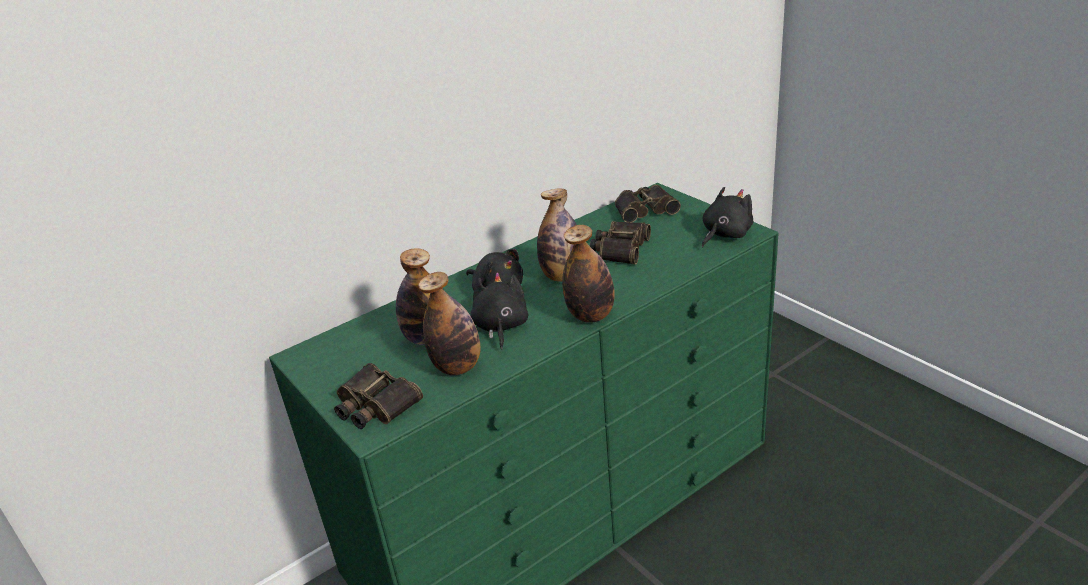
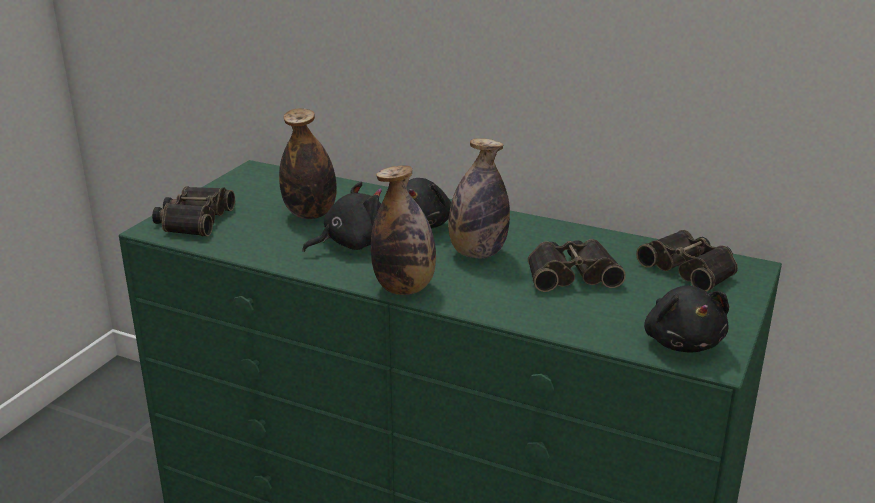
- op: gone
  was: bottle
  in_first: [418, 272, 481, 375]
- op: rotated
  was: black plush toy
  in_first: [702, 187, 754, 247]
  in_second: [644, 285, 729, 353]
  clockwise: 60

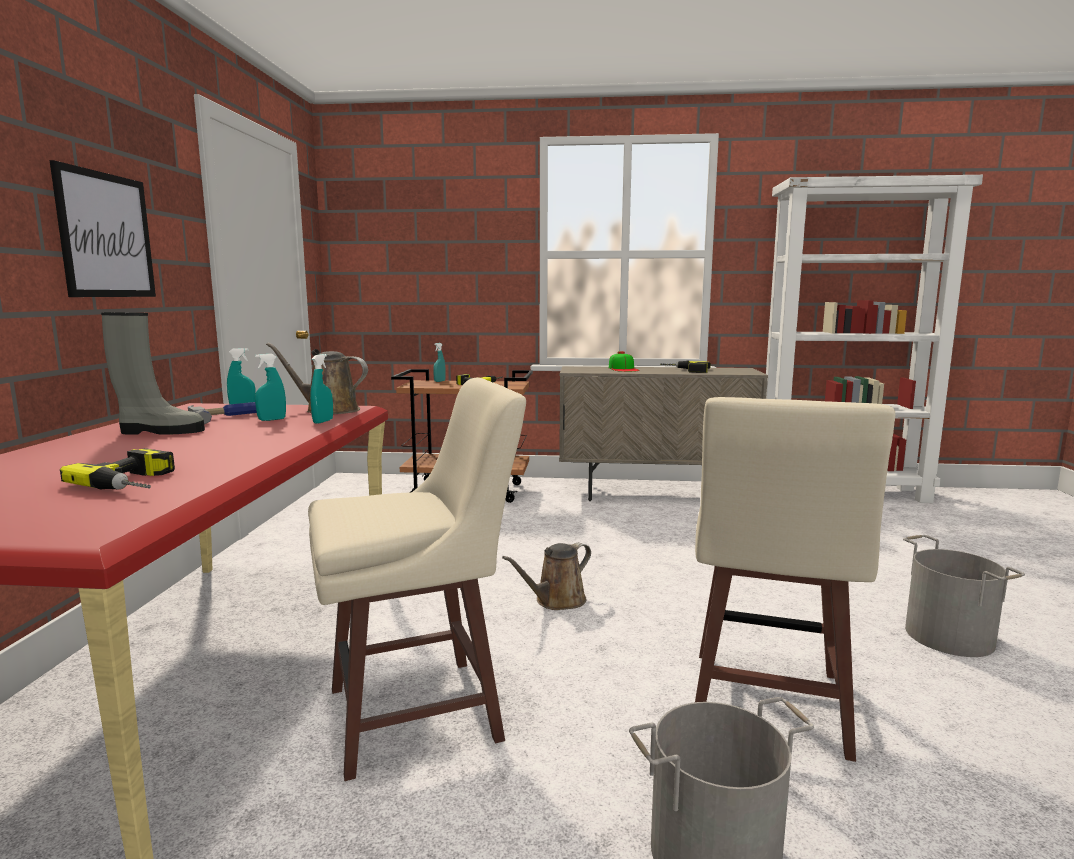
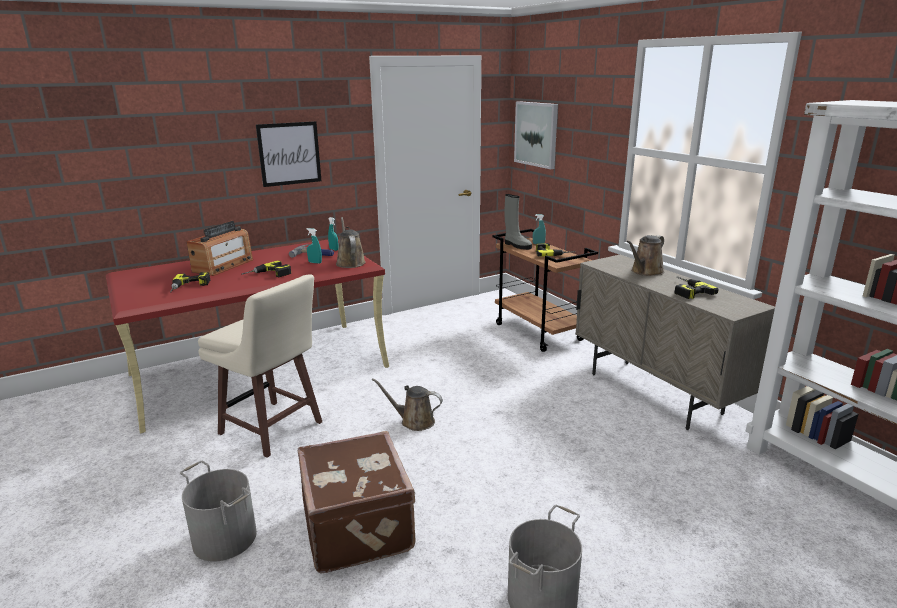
- op: shifted
  was: grey boot
  in_first: [101, 312, 205, 435]
  in_second: [505, 194, 532, 250]
- op: gone
  was: turquoise spray bottle
  in_first: [310, 354, 333, 424]
- op: swapped
  was: cap
  now: brown watering can
  in_first: [609, 351, 640, 372]
  in_second: [627, 235, 664, 276]
- op: swapped
  was: beige stool
  now: brown suitcase
  in_first: [695, 397, 895, 762]
  in_second: [298, 431, 416, 574]
- op: new
  now: radio
  in_second: [186, 221, 253, 276]
- op: new
  now: power drill
  in_second: [241, 261, 291, 277]
- op: new
  now: picture
  in_second: [514, 101, 558, 169]

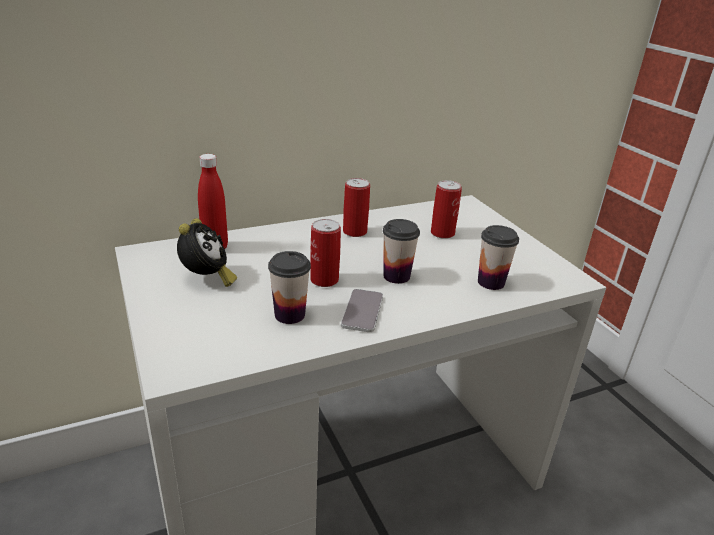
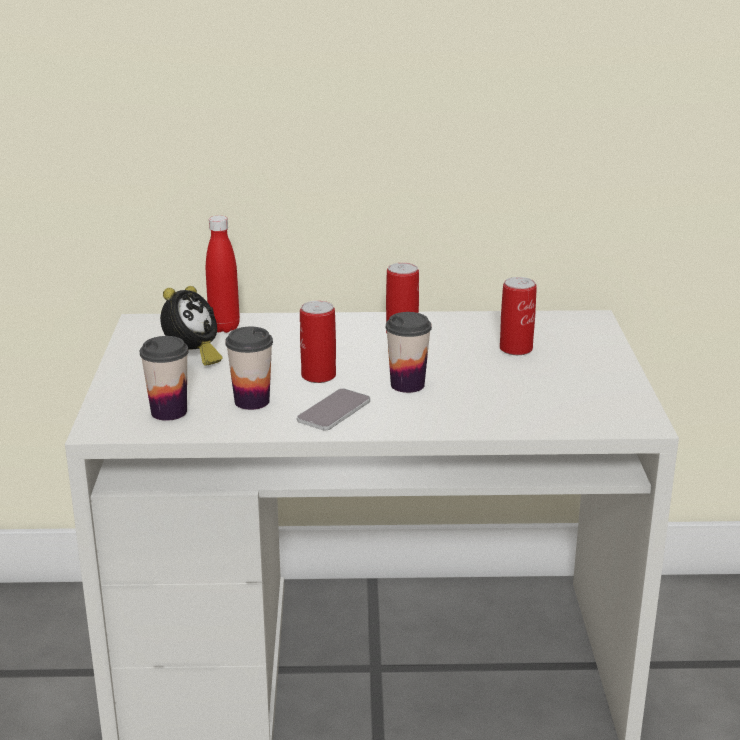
- op: shifted
  was: cup
  in_first: [478, 225, 519, 290]
  in_second: [140, 336, 189, 421]

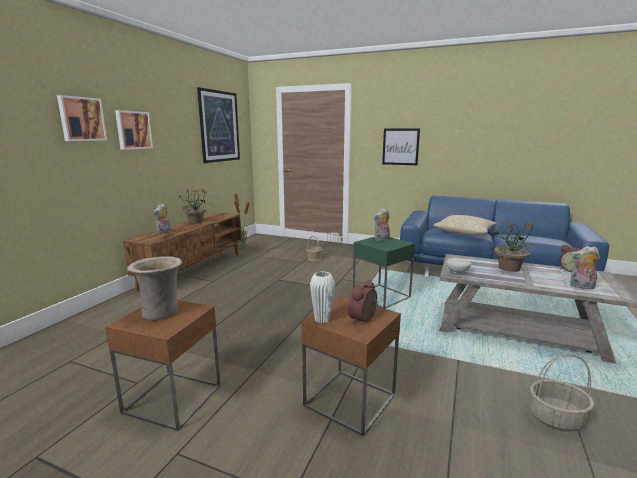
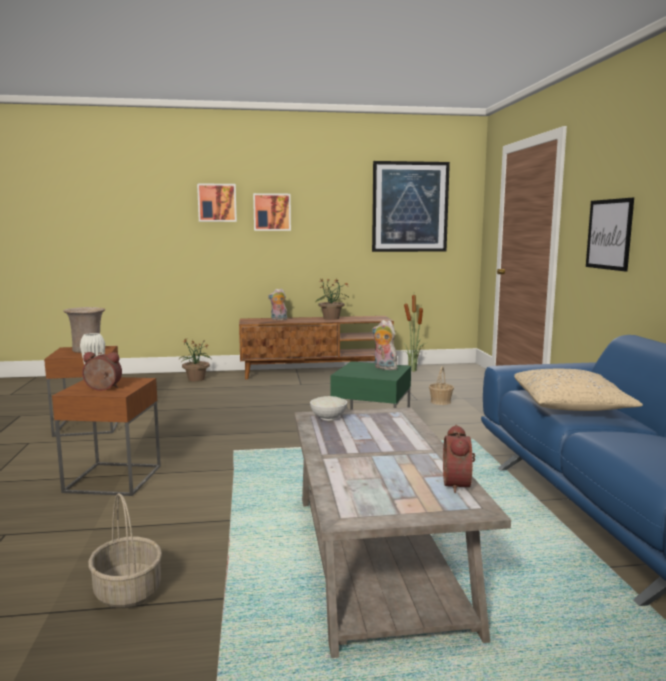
- op: shifted
  was: potted plant
  in_first: [491, 222, 539, 272]
  in_second: [179, 339, 212, 381]
- op: gone
  was: plush toy
  in_first: [570, 246, 600, 289]

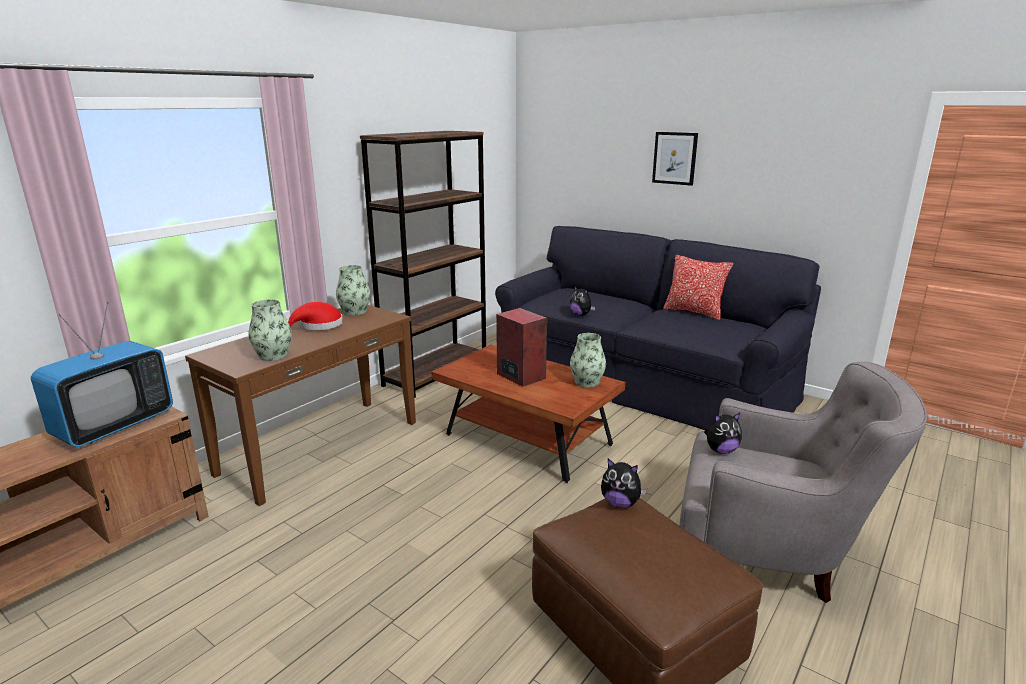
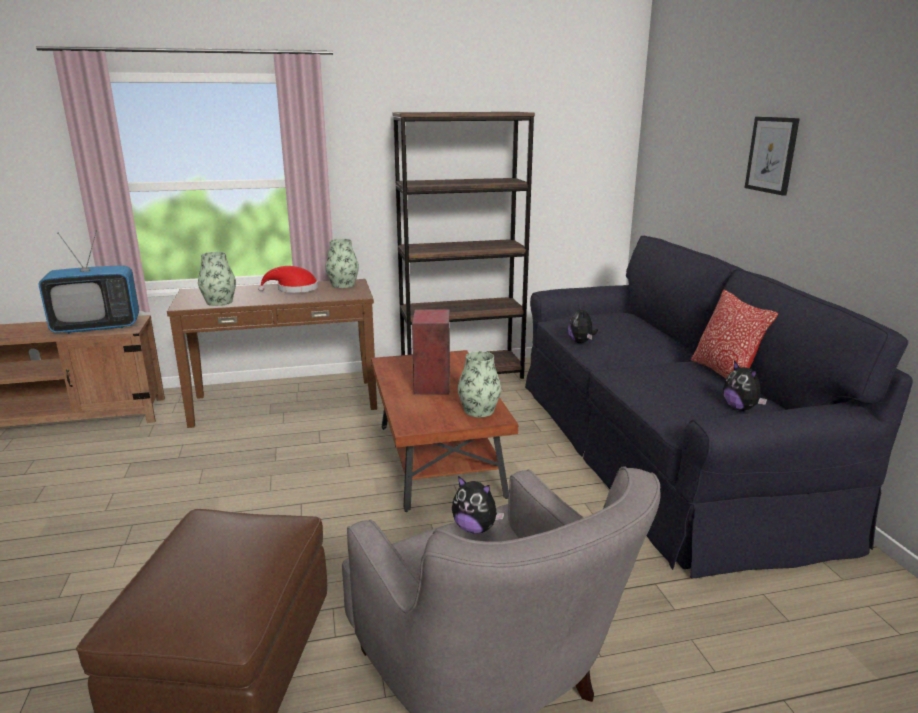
- op: shifted
  was: plush toy
  in_first: [601, 459, 647, 508]
  in_second: [723, 361, 767, 411]

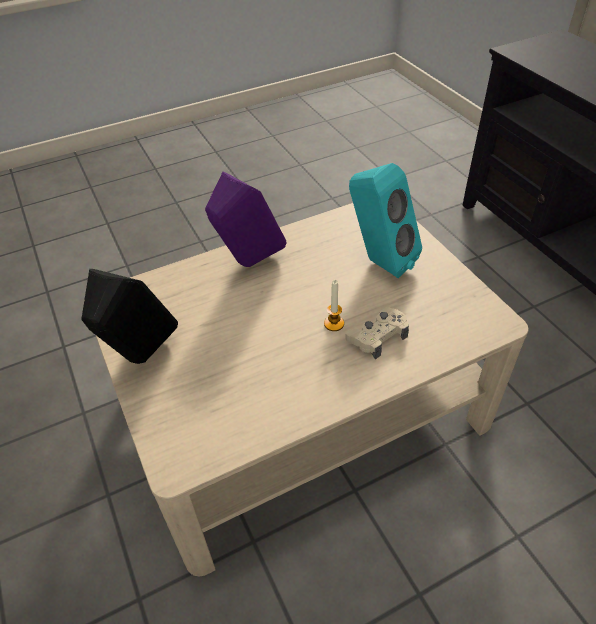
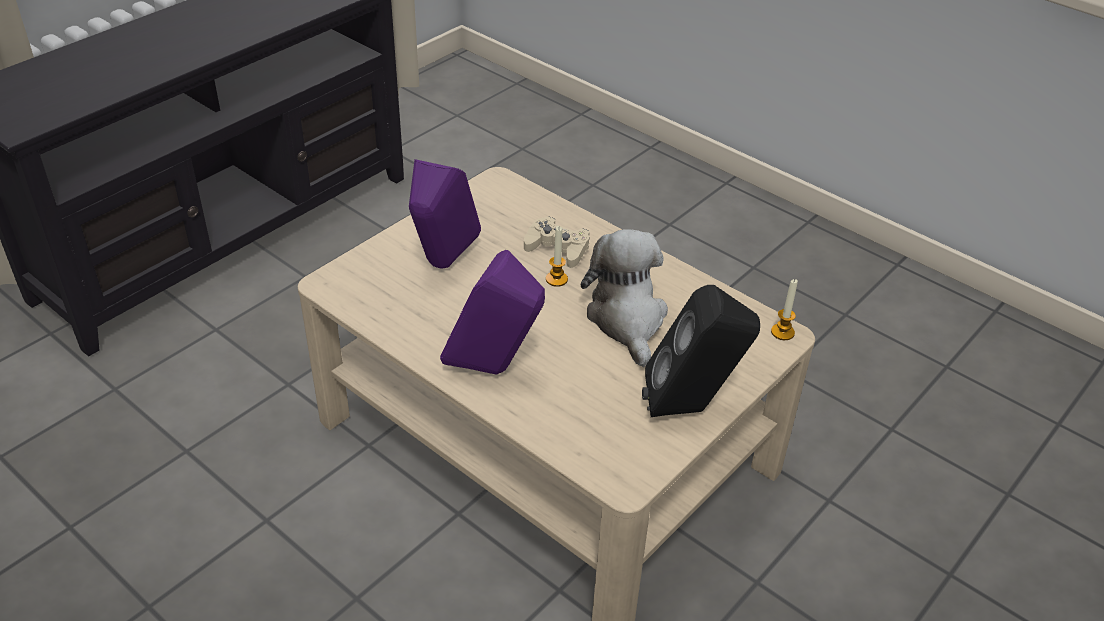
- op: repainted
  was: turquoise speaker
  now: purple speaker
  in_first: [349, 163, 422, 278]
  in_second: [409, 159, 481, 269]
- op: new
  now: plush toy
  in_second: [581, 229, 668, 367]
- op: new
  now: candle
  in_second: [771, 279, 798, 340]

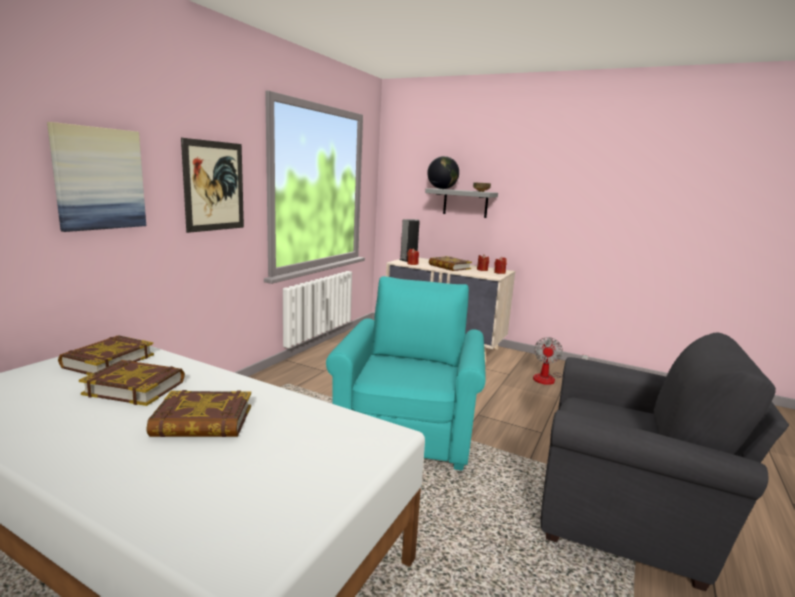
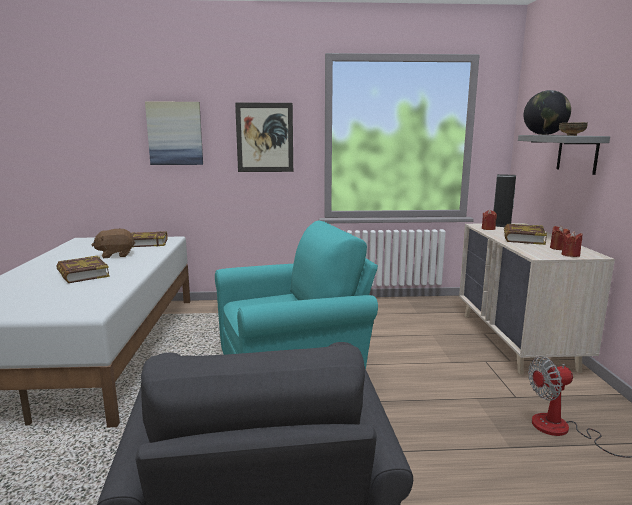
- op: swapped
  was: book
  now: brown plush toy
  in_first: [79, 360, 185, 406]
  in_second: [92, 229, 135, 258]

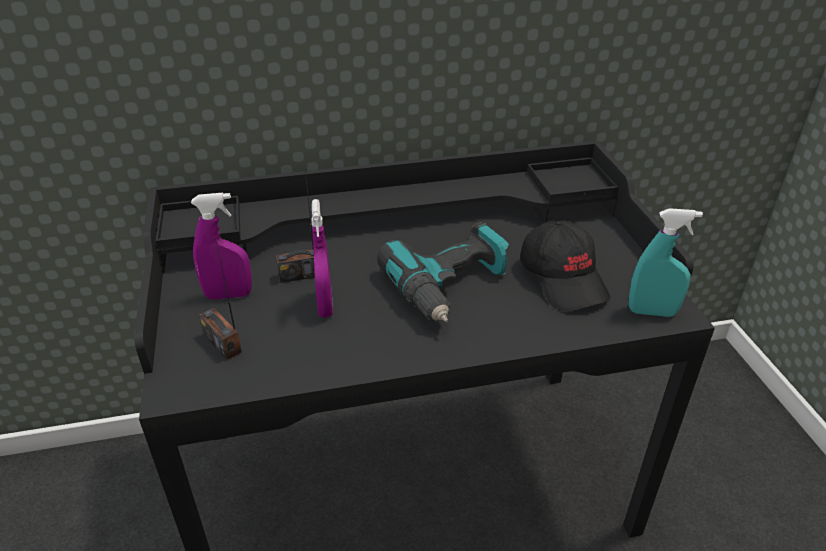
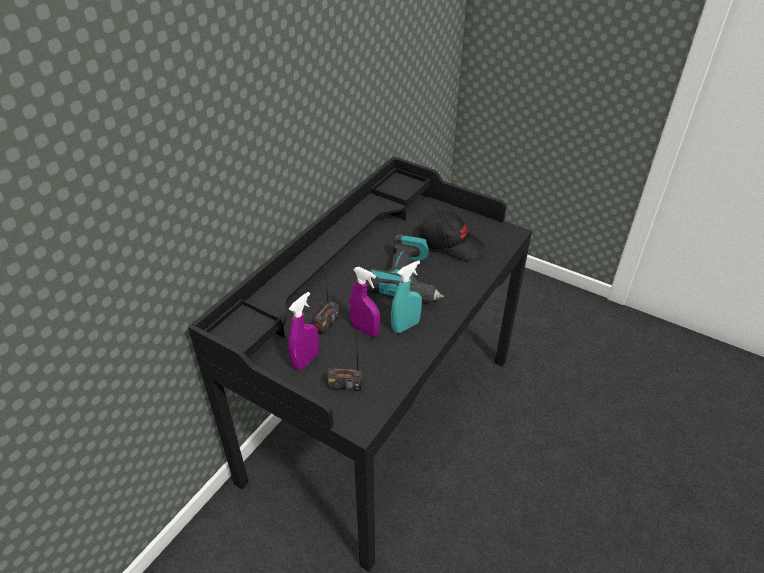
- op: shifted
  was: turquoise spray bottle
  in_first: [628, 208, 703, 317]
  in_second: [391, 260, 422, 333]

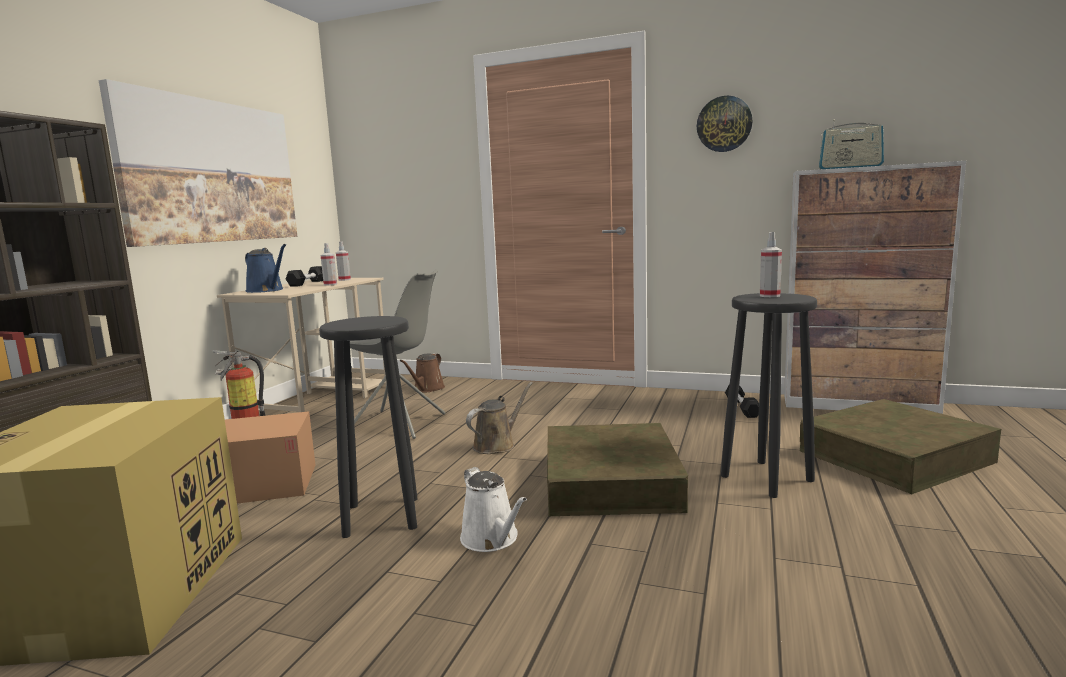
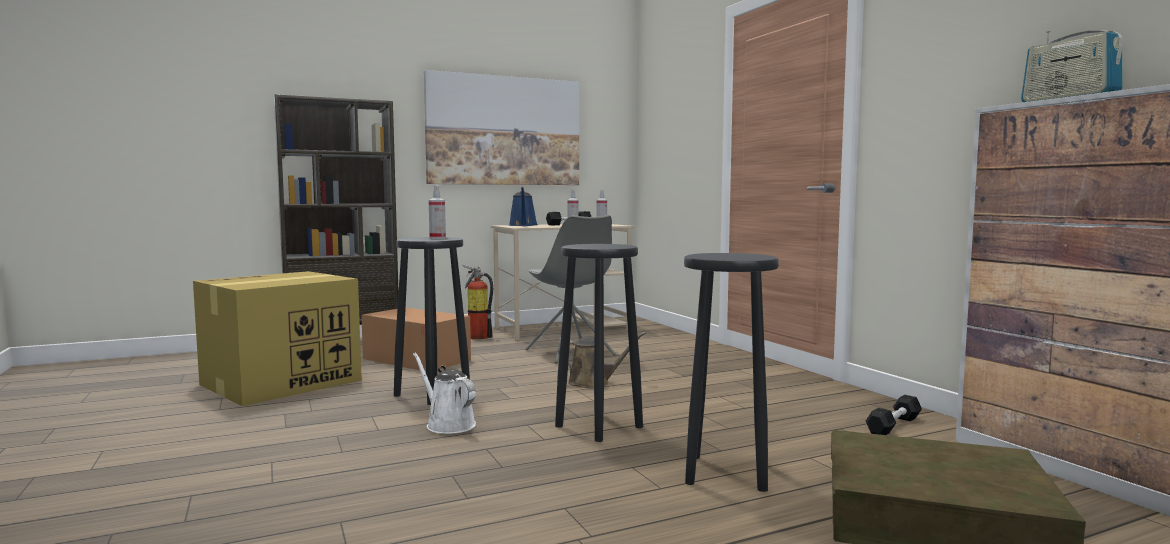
- op: gone
  was: brown watering can
  in_first: [400, 353, 445, 392]
- op: rotated
  was: white watering can
  in_first: [460, 467, 527, 552]
  in_second: [413, 352, 476, 434]
  clockwise: 120
- op: swapped
  was: brown storage box
  now: black stool
  in_first: [547, 423, 688, 516]
  in_second: [555, 244, 643, 442]
- op: gone
  was: wall clock
  in_first: [697, 96, 753, 152]
- op: shifted
  was: spray bottle
  in_first: [760, 232, 782, 297]
  in_second: [429, 185, 446, 239]

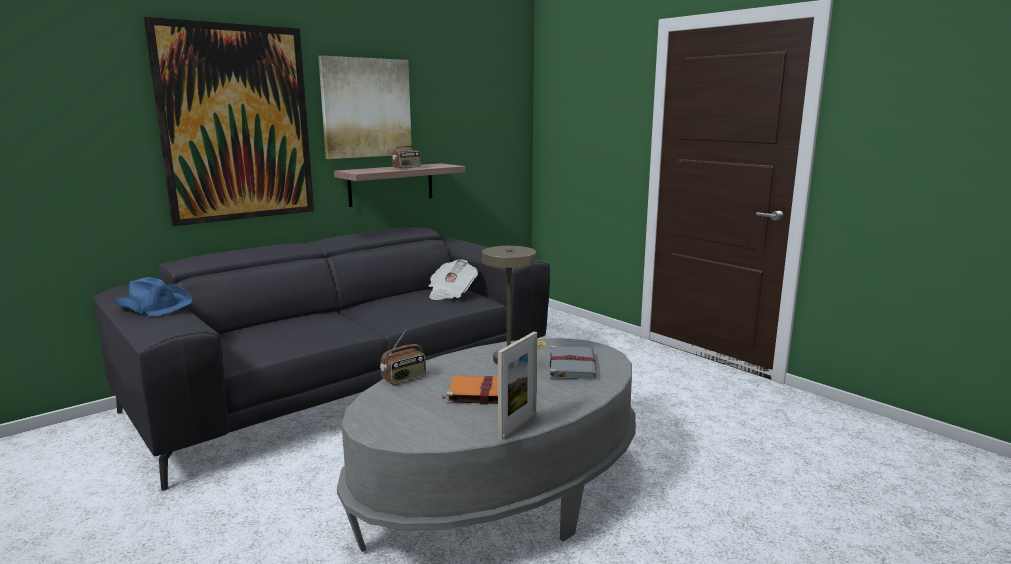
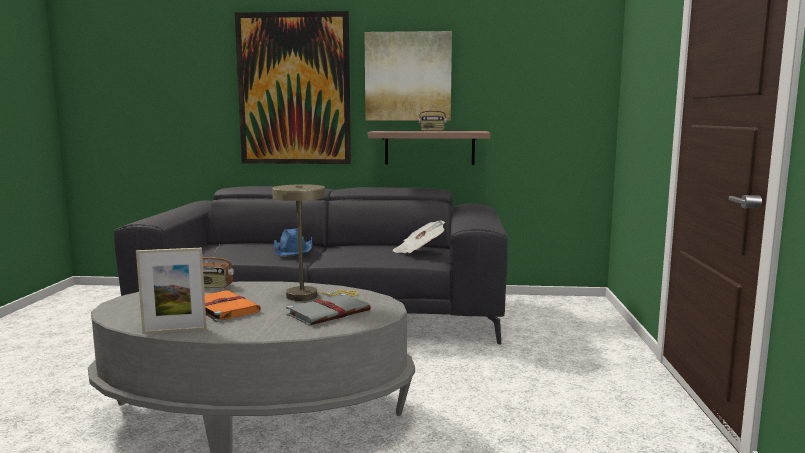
- op: shifted
  was: blue hat
  in_first: [112, 277, 193, 316]
  in_second: [274, 228, 312, 256]

